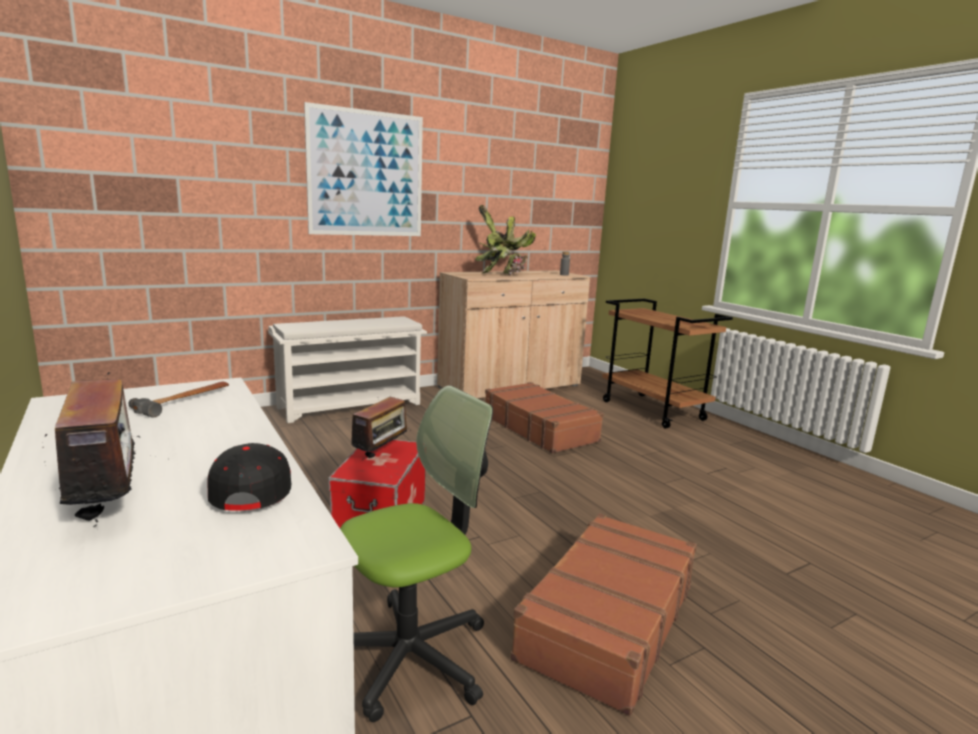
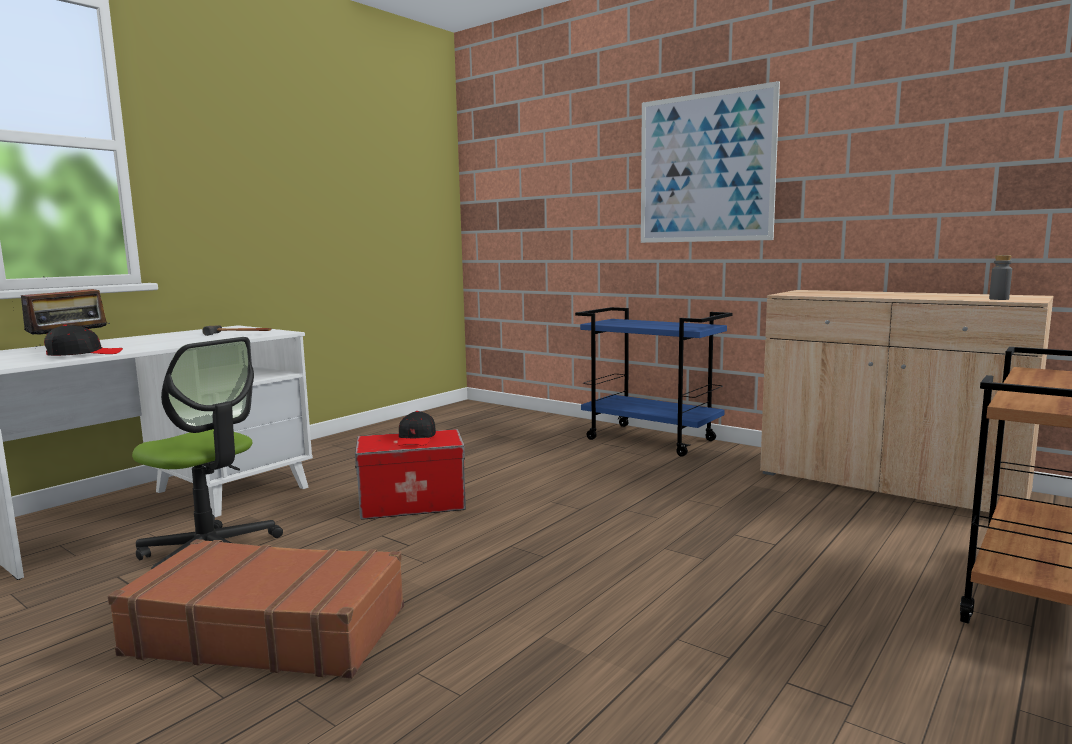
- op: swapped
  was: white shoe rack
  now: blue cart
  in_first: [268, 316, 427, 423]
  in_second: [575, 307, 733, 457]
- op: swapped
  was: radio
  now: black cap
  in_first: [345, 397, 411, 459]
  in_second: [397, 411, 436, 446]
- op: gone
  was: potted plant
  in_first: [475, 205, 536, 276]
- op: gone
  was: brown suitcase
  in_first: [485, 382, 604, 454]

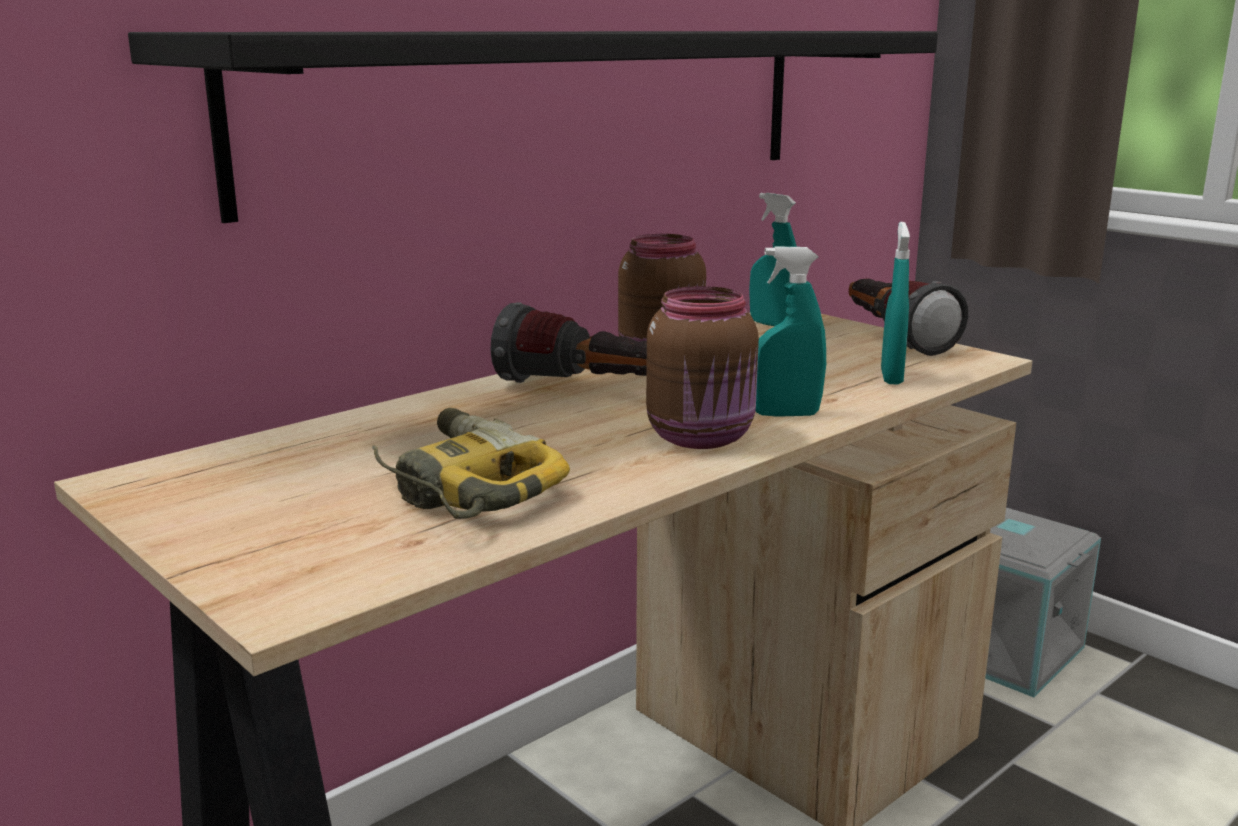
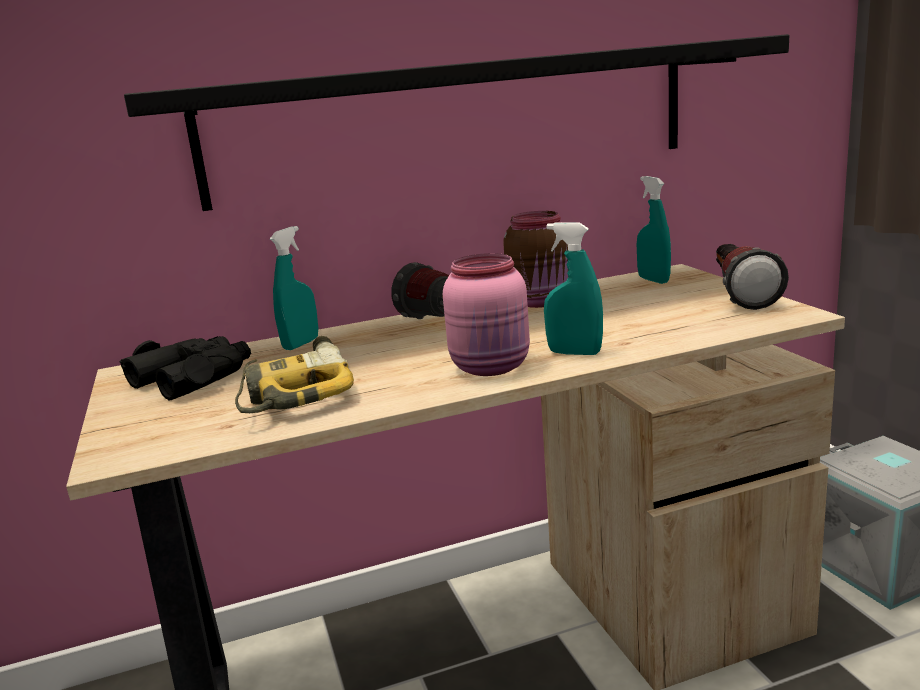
- op: repainted
  was: brown jar
  now: pink jar
  in_first: [646, 286, 759, 449]
  in_second: [443, 253, 530, 376]
- op: shifted
  was: turquoise spray bottle
  in_first: [881, 222, 910, 384]
  in_second: [270, 226, 318, 350]
- op: new
  now: black binoculars
  in_second: [120, 336, 251, 400]

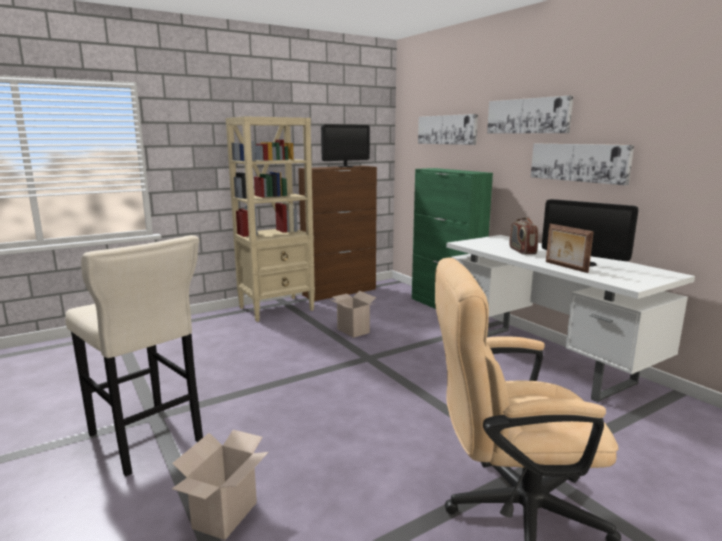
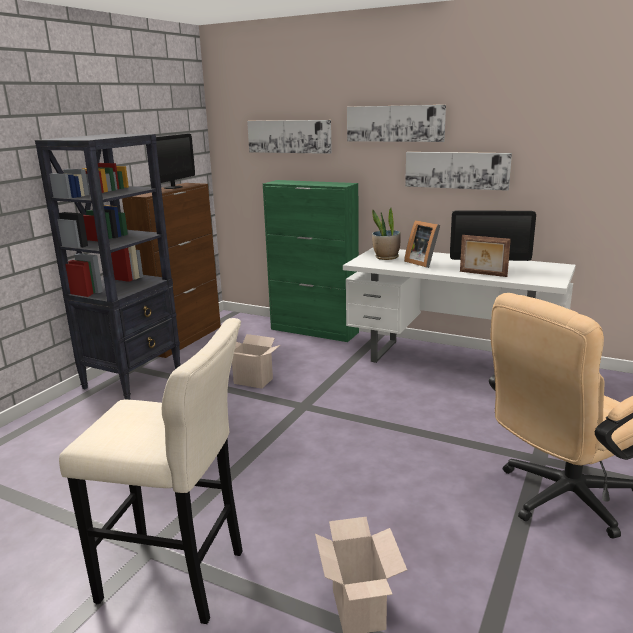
- op: repainted
  was: beige bookcase
  now: black bookcase
  in_first: [226, 116, 315, 322]
  in_second: [35, 134, 181, 400]
- op: swapped
  was: radio
  now: picture frame
  in_first: [509, 217, 538, 254]
  in_second: [404, 220, 440, 268]
- op: new
  now: potted plant
  in_second: [372, 208, 401, 260]

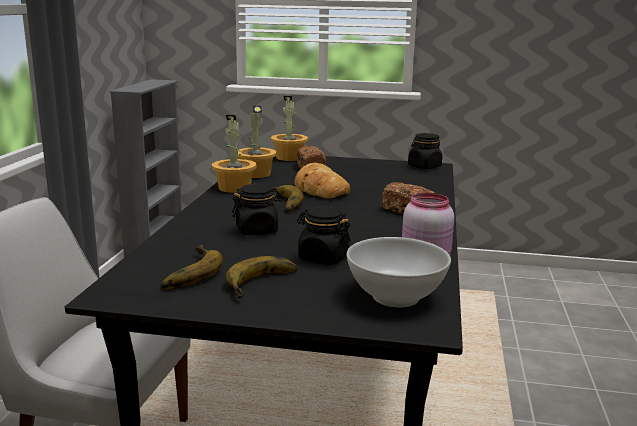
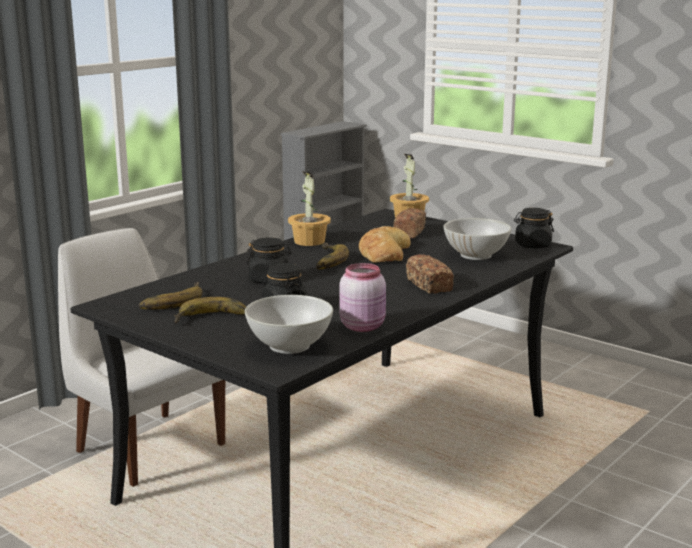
- op: gone
  was: potted plant
  in_first: [237, 106, 276, 178]
- op: new
  now: white bowl
  in_second: [443, 218, 511, 260]

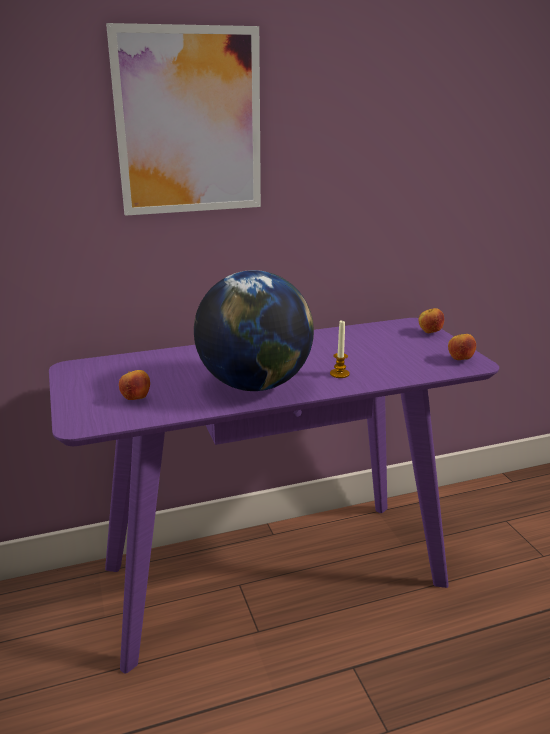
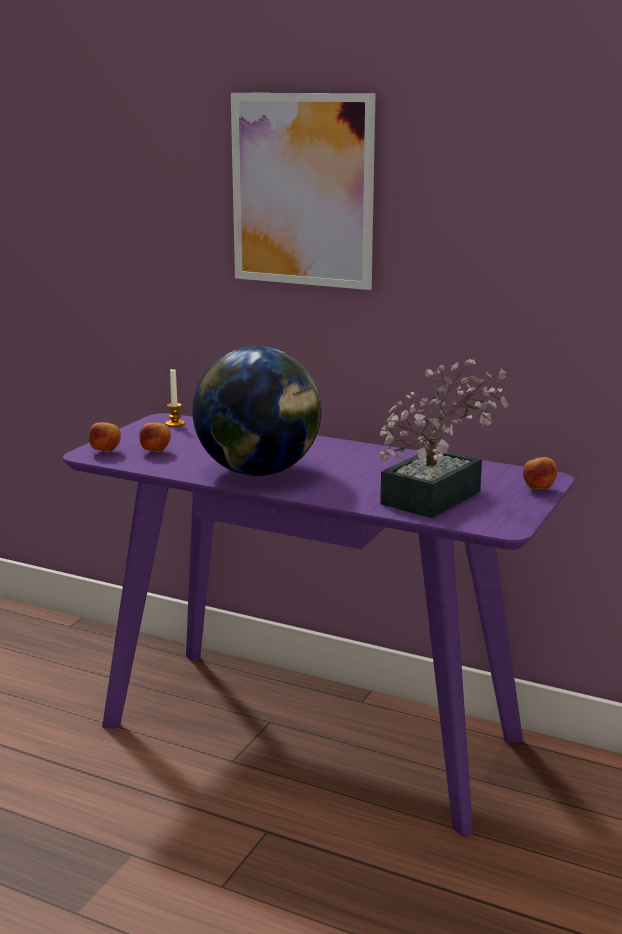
- op: shifted
  was: candle
  in_first: [330, 320, 350, 378]
  in_second: [165, 369, 185, 427]
- op: shifted
  was: apple
  in_first: [448, 334, 476, 360]
  in_second: [89, 422, 121, 453]
- op: new
  now: potted plant
  in_second: [379, 359, 509, 518]

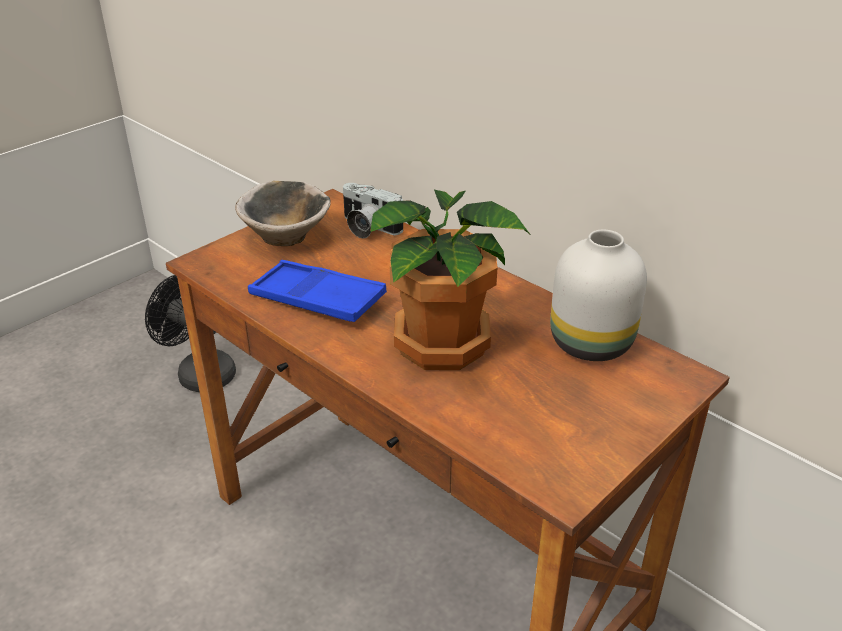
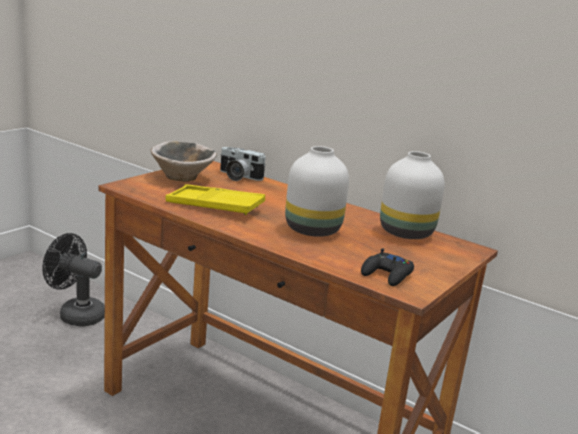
- op: repainted
  was: blue tray
  now: yellow tray
  in_first: [248, 260, 387, 322]
  in_second: [166, 184, 265, 215]
- op: swapped
  was: potted plant
  now: white vase
  in_first: [371, 190, 531, 370]
  in_second: [285, 146, 349, 237]
- op: new
  now: black game controller
  in_second: [361, 248, 414, 286]

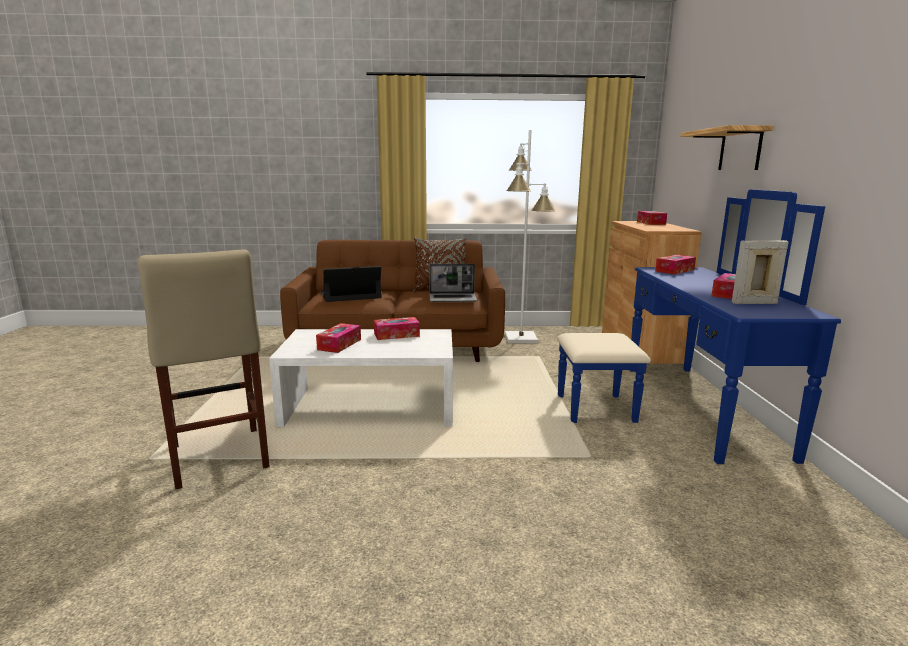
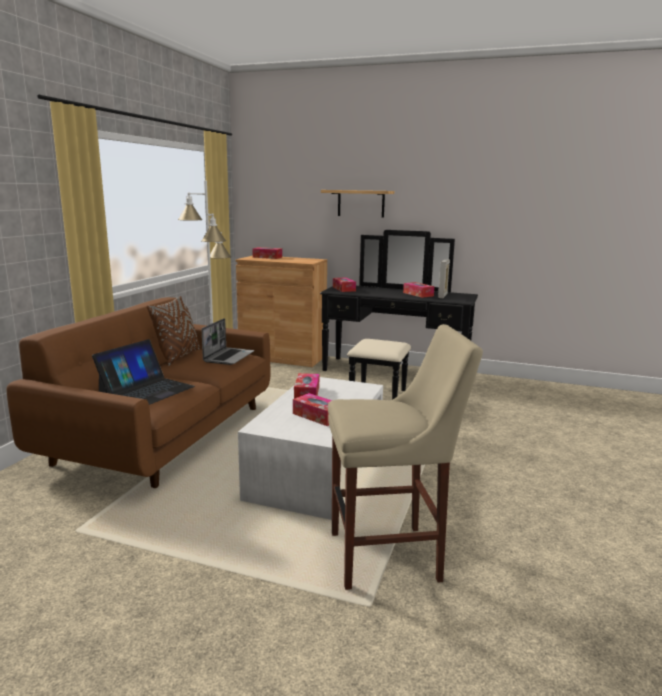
- op: rotated
  was: laptop
  in_first: [320, 266, 382, 302]
  in_second: [92, 339, 195, 405]
  clockwise: -150
- op: repainted
  was: blue dresser
  now: black dresser
  in_first: [557, 189, 841, 464]
  in_second: [320, 230, 478, 400]

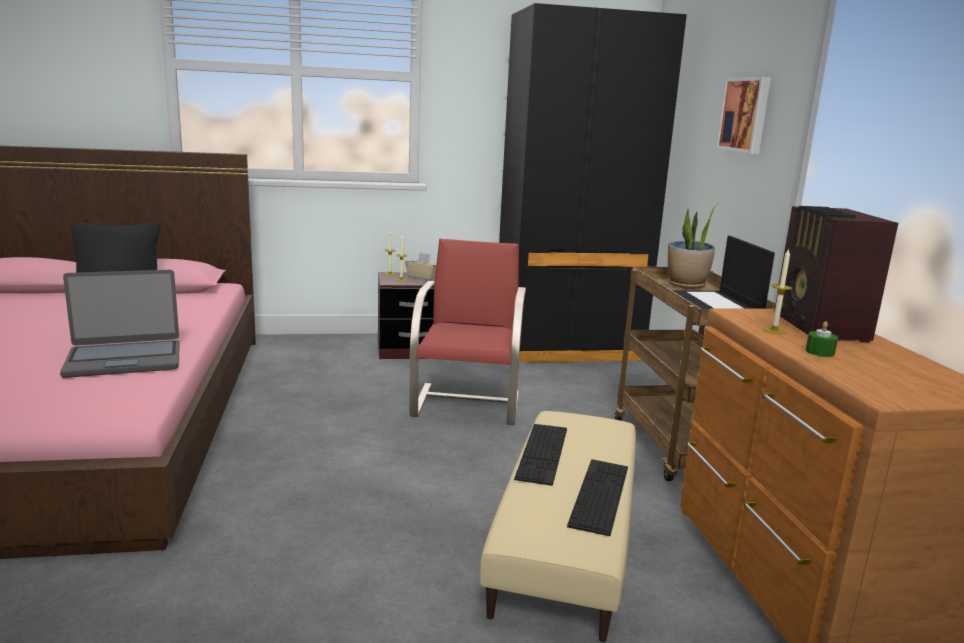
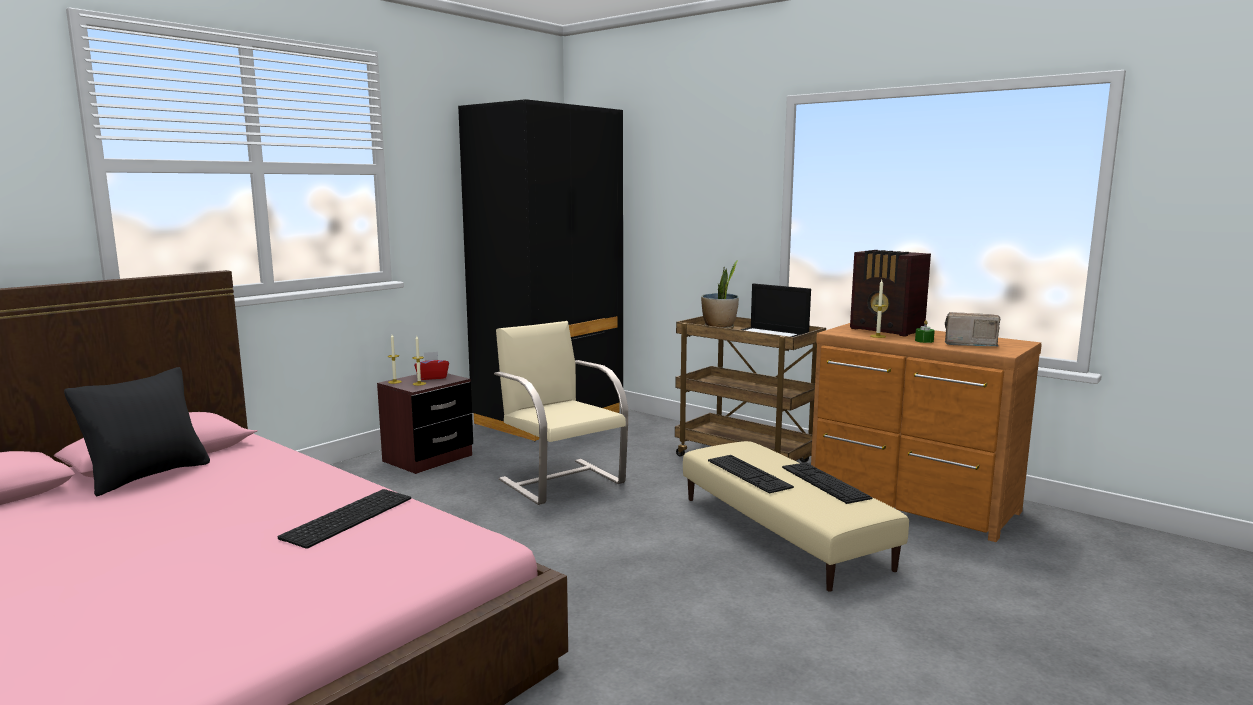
- op: swapped
  was: laptop
  now: keyboard
  in_first: [60, 270, 180, 378]
  in_second: [278, 489, 411, 549]
- op: repainted
  was: beige tissue box
  now: red tissue box
  in_first: [405, 252, 436, 280]
  in_second: [414, 352, 449, 380]
- op: repainted
  was: red chair
  now: beige chair
  in_first: [409, 239, 526, 425]
  in_second: [494, 321, 628, 505]
- op: gone
  was: picture
  in_first: [716, 77, 771, 154]
- op: new
  now: radio
  in_second: [945, 312, 1000, 346]

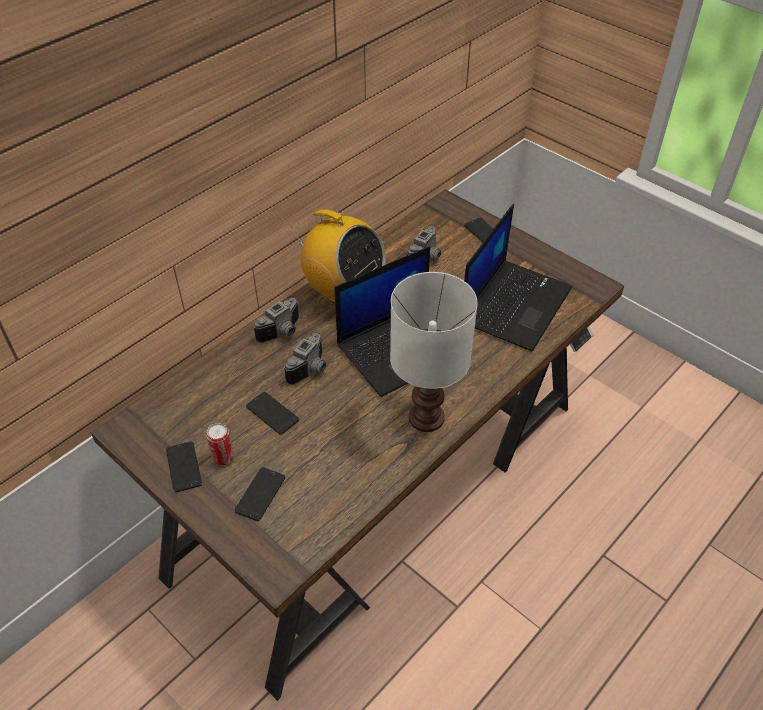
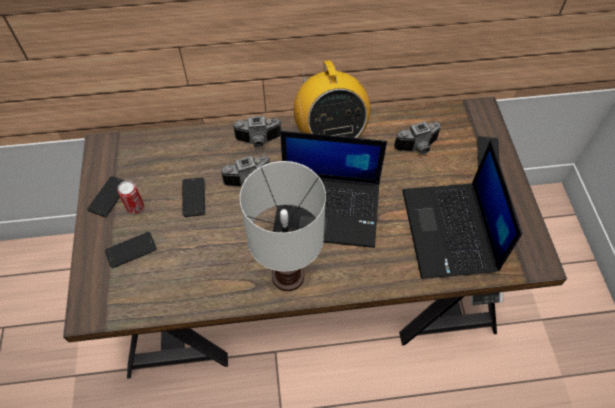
- op: rotated
  was: laptop
  in_first: [464, 204, 572, 352]
  in_second: [402, 140, 522, 278]
  clockwise: 105

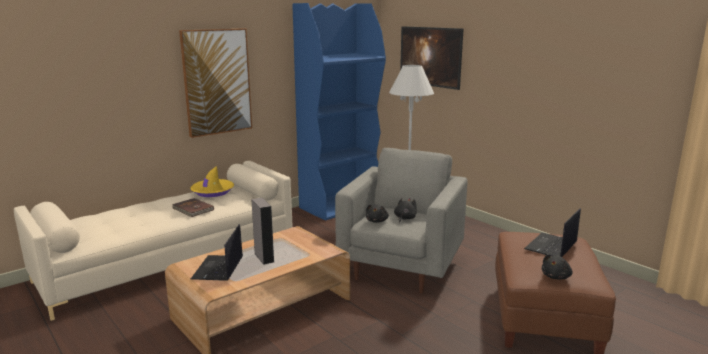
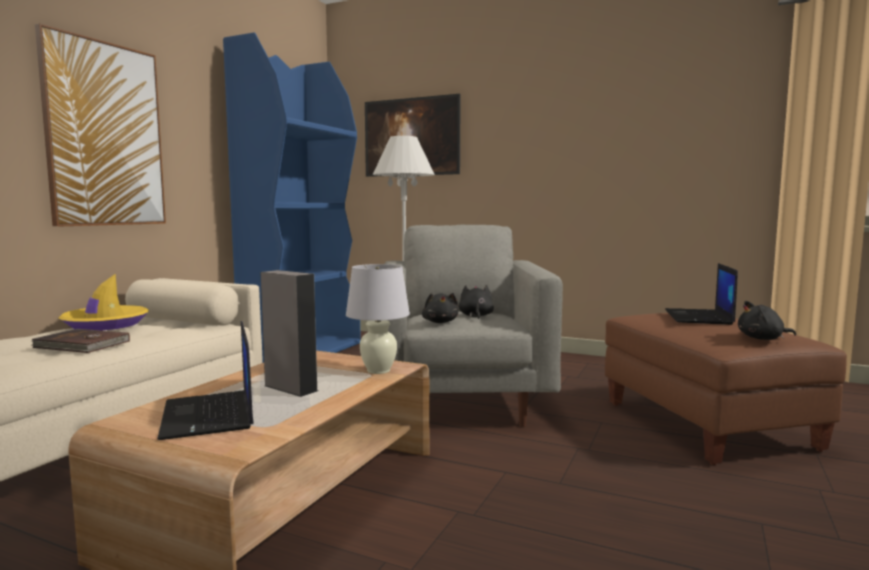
- op: rotated
  was: black plush toy
  in_first: [542, 255, 573, 280]
  in_second: [738, 301, 796, 340]
  clockwise: 75
- op: new
  now: white table lamp
  in_second: [346, 264, 410, 374]

